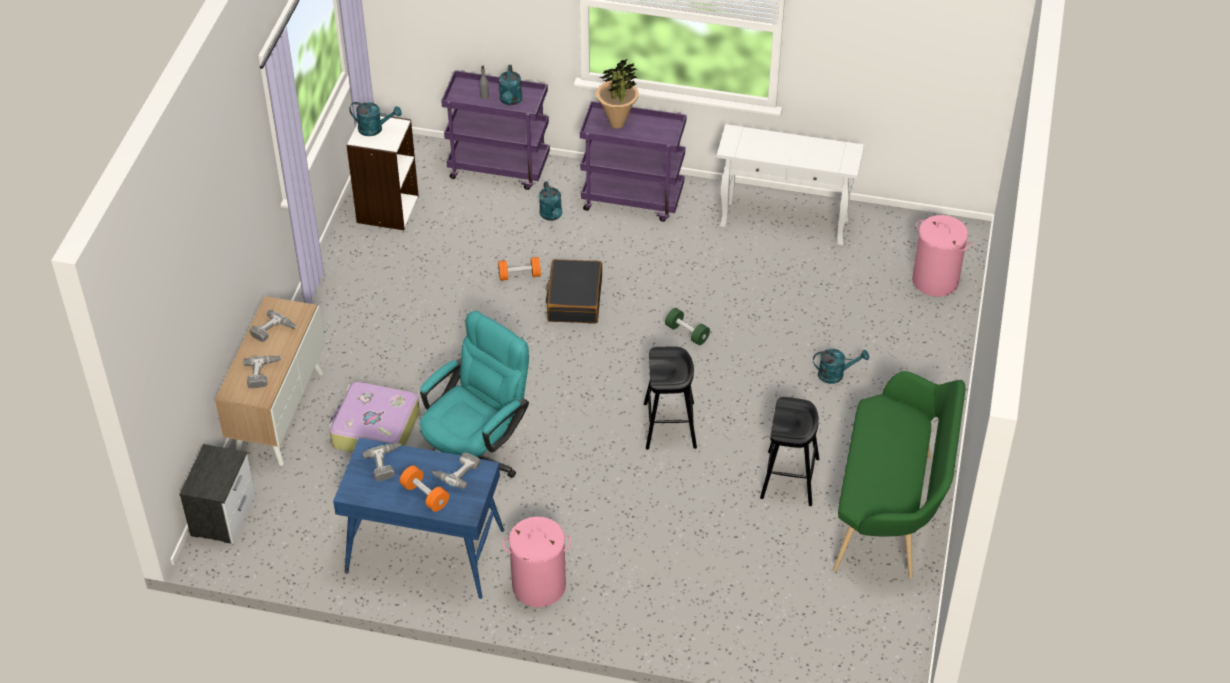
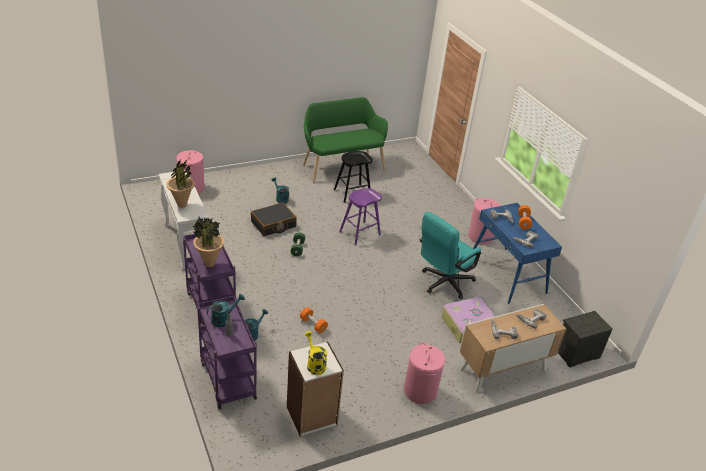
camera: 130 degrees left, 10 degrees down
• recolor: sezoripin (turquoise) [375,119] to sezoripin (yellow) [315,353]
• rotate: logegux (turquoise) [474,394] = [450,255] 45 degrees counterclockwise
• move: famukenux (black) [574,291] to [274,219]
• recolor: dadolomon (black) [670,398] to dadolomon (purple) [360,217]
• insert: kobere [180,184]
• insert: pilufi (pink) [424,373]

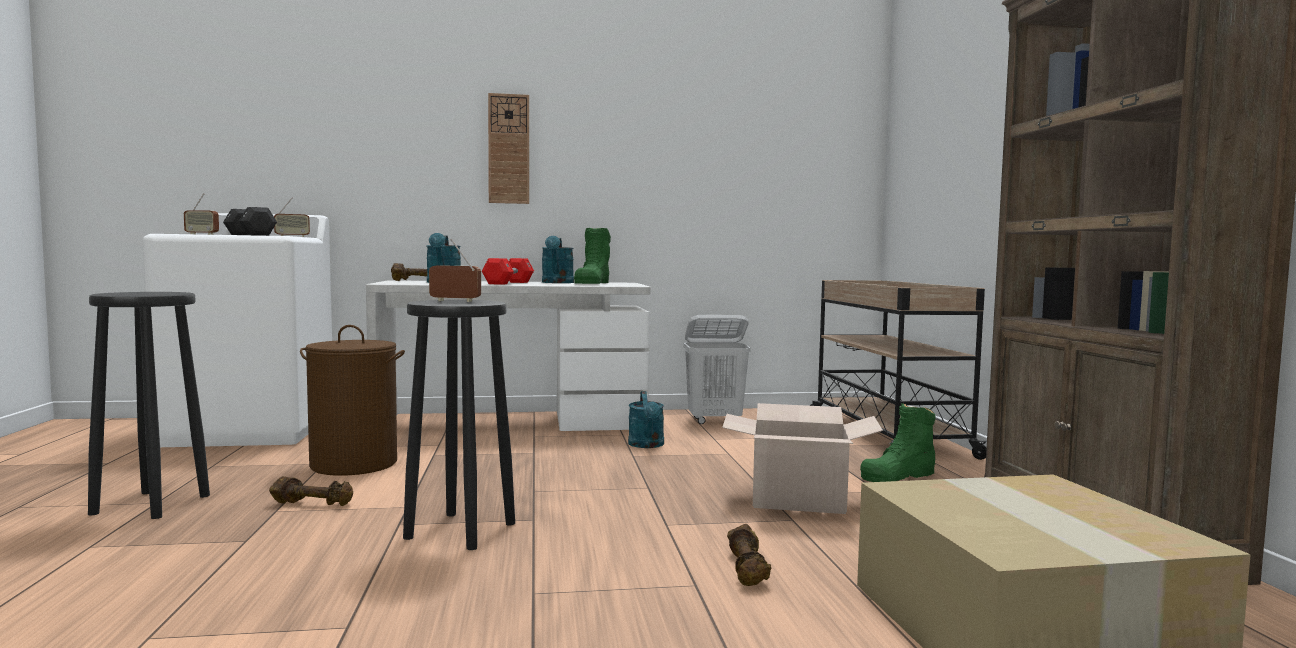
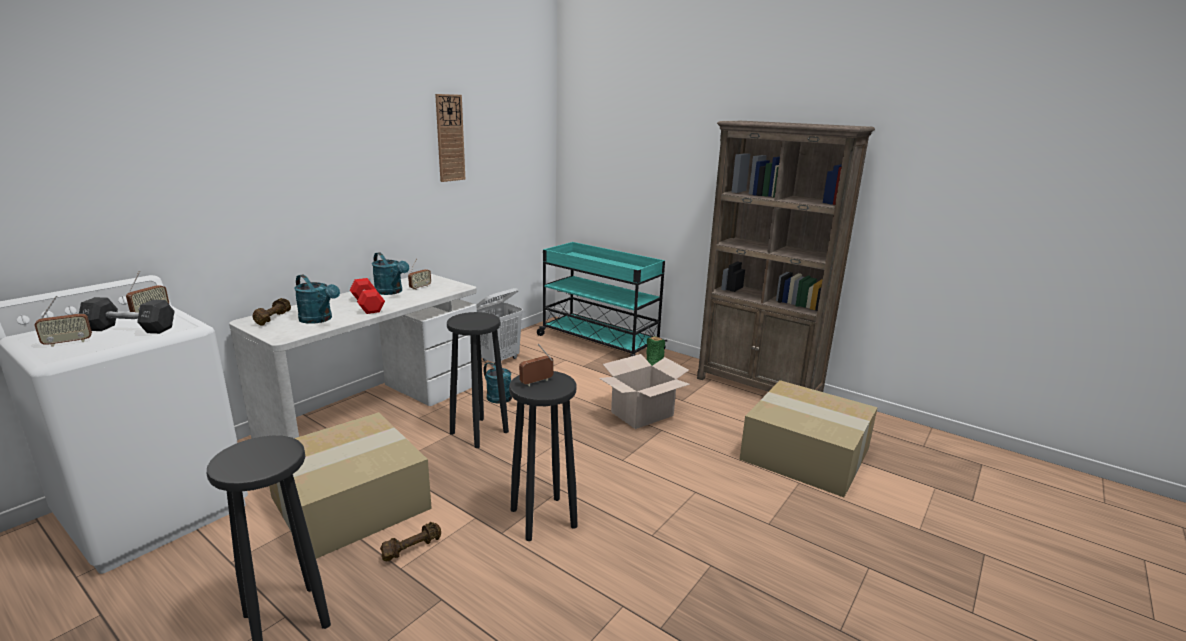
camera: 45 degrees left, 15 degrees up
• replace: pilufi (brown) [352,400] to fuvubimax [350,485]
• move: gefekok [508,148] to [450,138]
• replace: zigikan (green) [592,256] to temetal [419,274]
• delete: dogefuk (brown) [749,555]
• recolor: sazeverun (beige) [898,370] to sazeverun (turquoise) [602,299]
• insert: dadolomon (black) [478,380]

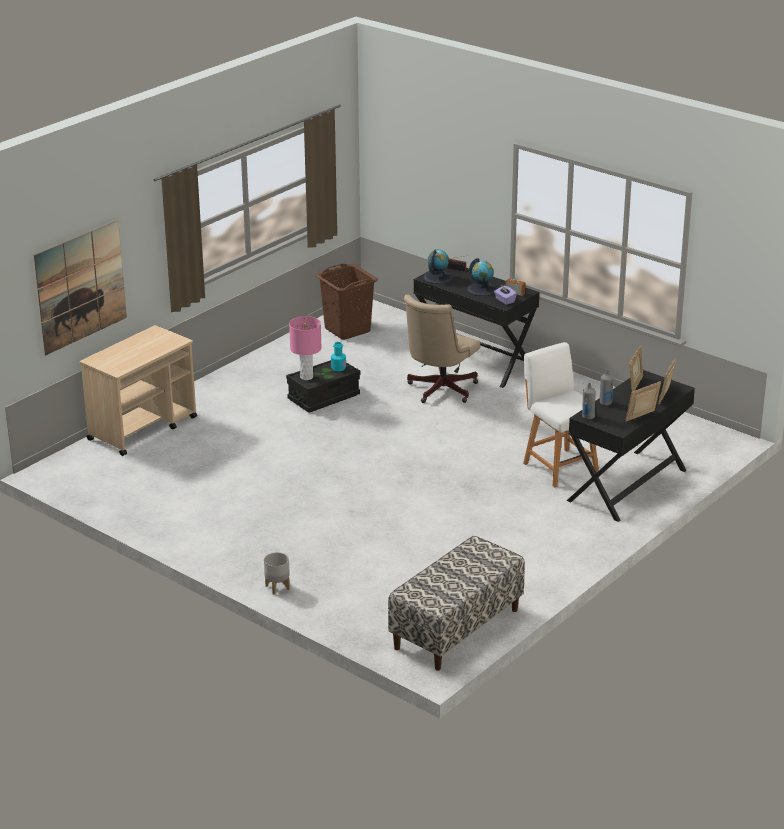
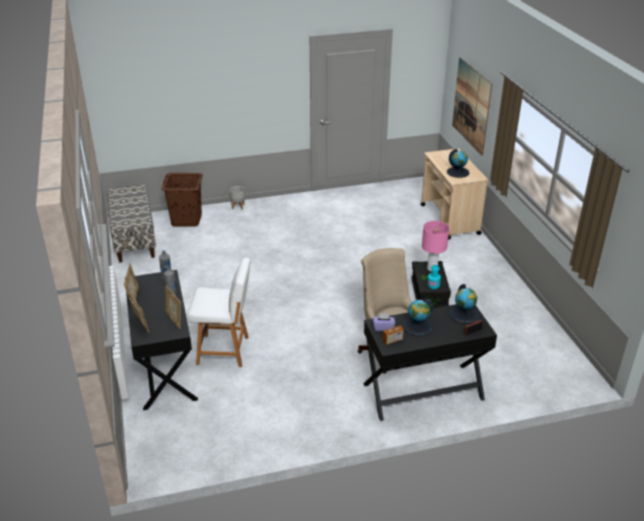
camera: 125 degrees right, 5 degrees up
• move: pilufi (brown) [346,302] to [182,199]
• insert: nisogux [458,163]

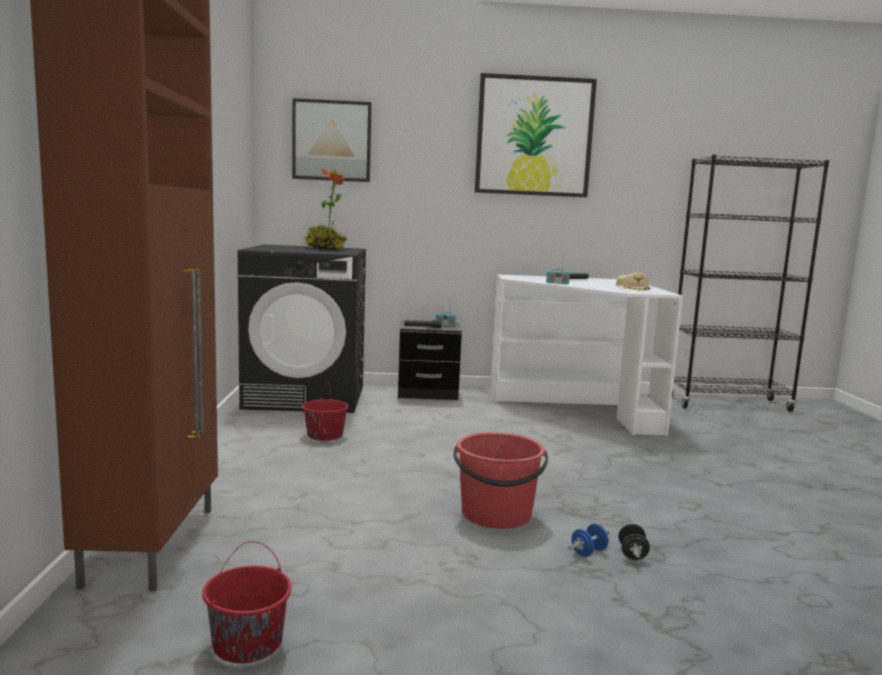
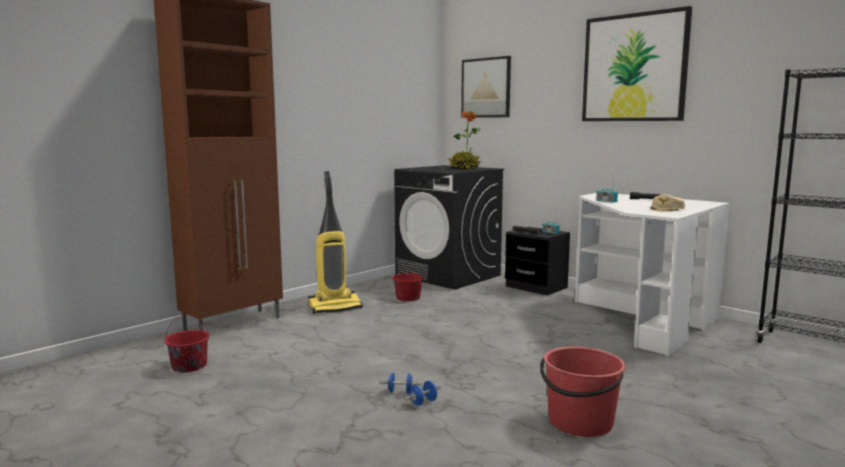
camera: 45 degrees right, 0 degrees up
• move: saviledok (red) [501,480] to [582,391]
• recolor: dogefuk (black) [634,542] to dogefuk (blue) [423,393]
• insert: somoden [336,242]

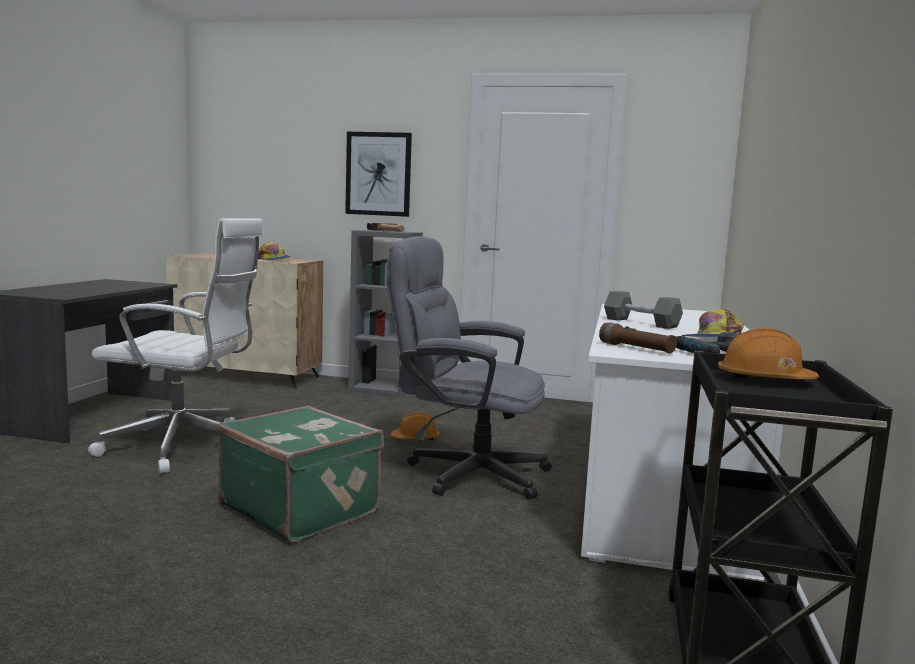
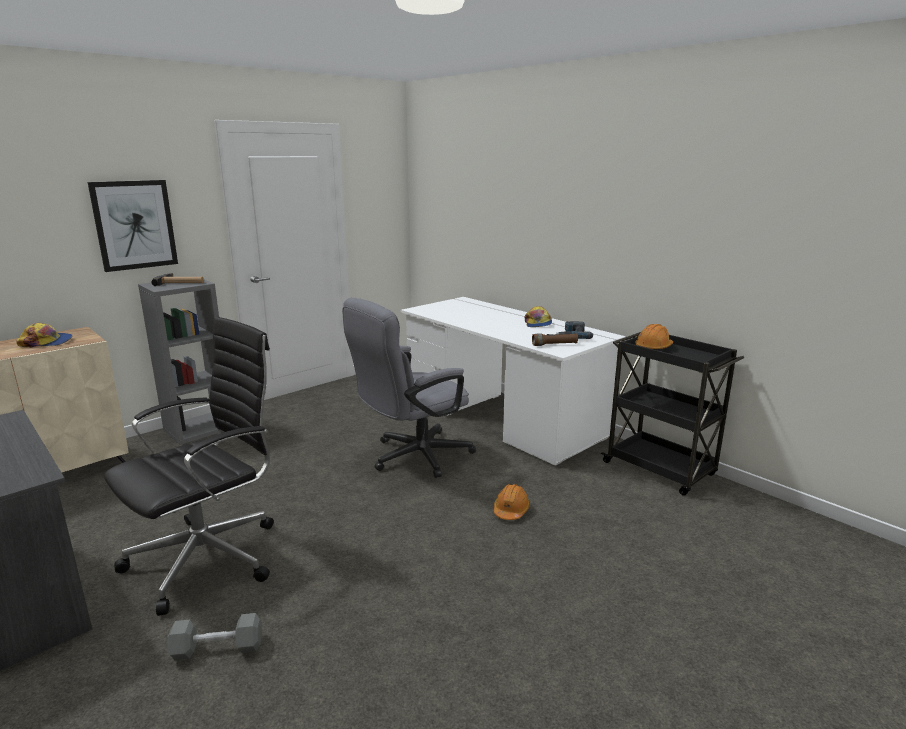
camera: 55 degrees left, 10 degrees up
• recolor: logegux (white) [176,346] to logegux (black) [189,466]
• delete: famukenux (green) [301,474]
• move: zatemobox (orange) [415,426] to [512,502]
• move: dogefuk (grey) [643,310] to [214,636]

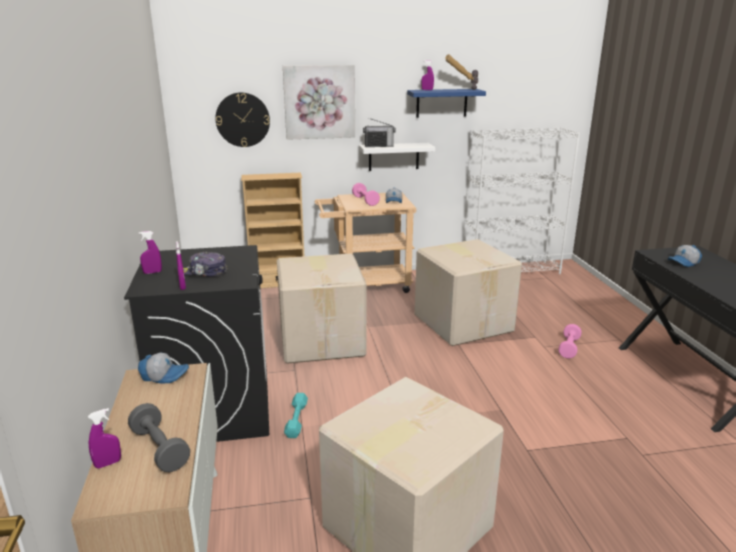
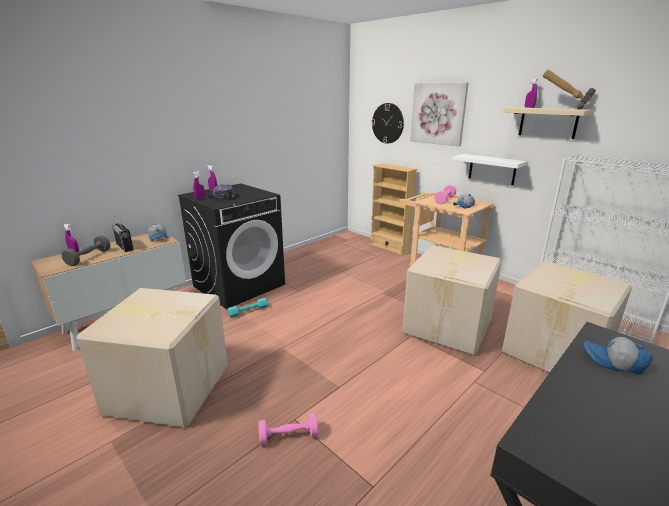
camera: 55 degrees right, 0 degrees up
• move: fuvubimax [322,308] to [567,317]
• move: temetal [379,132] to [123,234]
• recolor: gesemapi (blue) [446,103] to gesemapi (beige) [548,123]
• move: dogefuk (pink) [569,341] to [288,428]

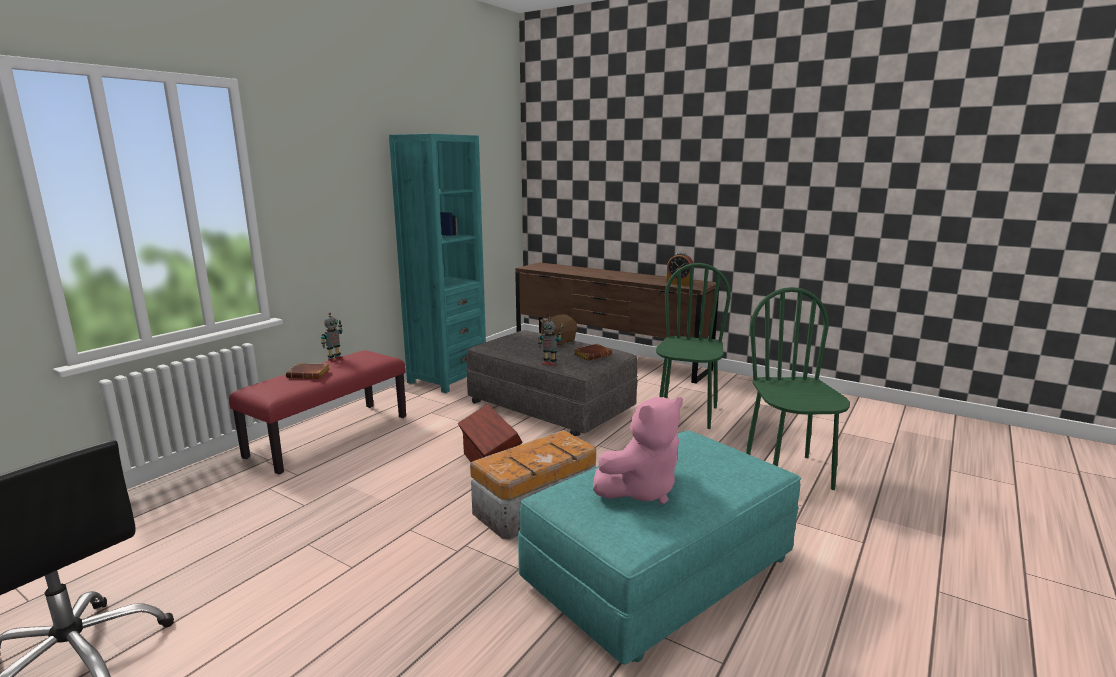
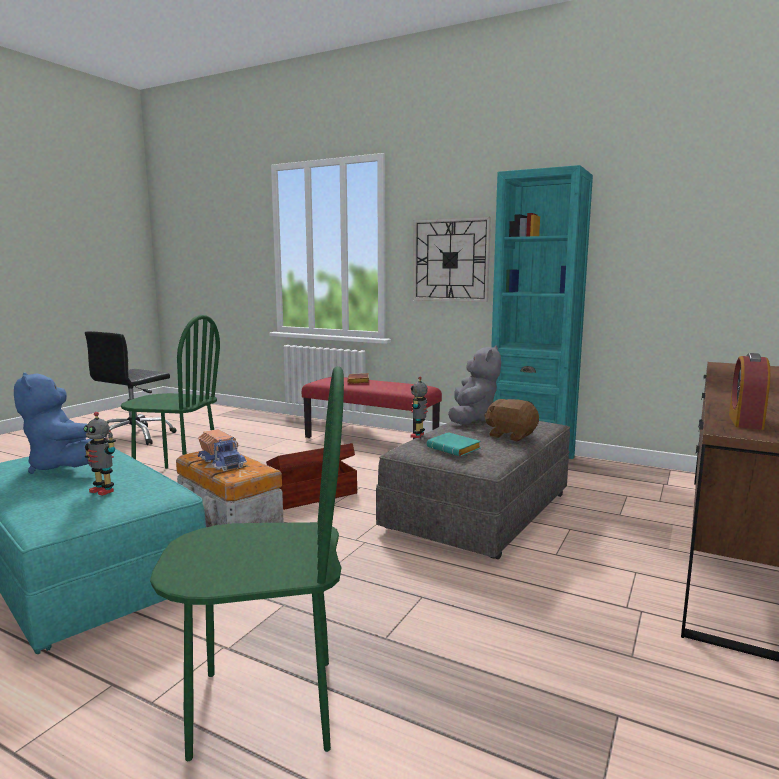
camera: 85 degrees right, 5 degrees down
• move: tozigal [332,337] to [100,454]
• recolor: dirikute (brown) [593,352] to dirikute (turquoise) [454,444]
• recolor: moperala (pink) [638,451] to moperala (blue) [53,423]
• move: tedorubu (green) [693,346] to [170,392]
• insert: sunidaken [222,450]
• insert: gefekok [452,259]
• insert: moperala (grey) [474,385]

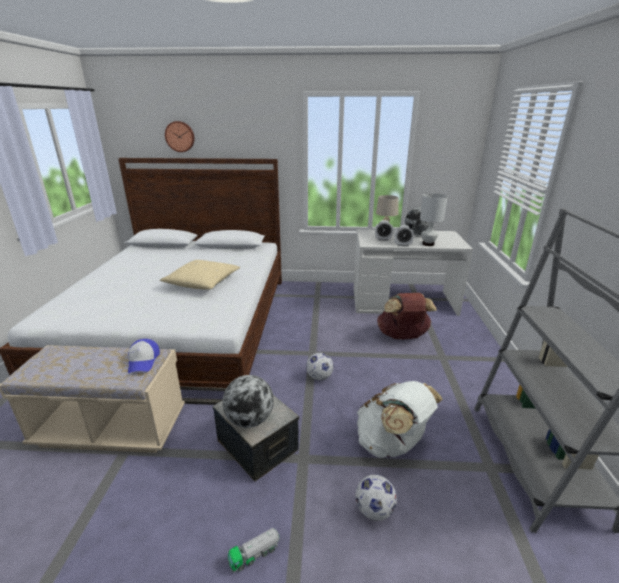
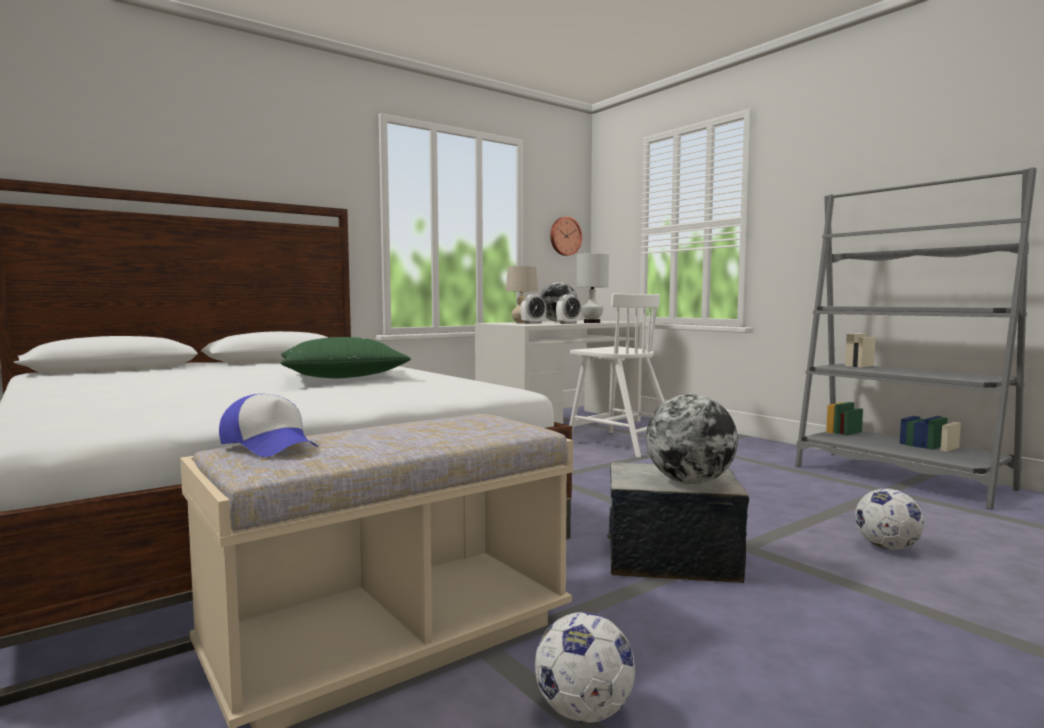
camera: 40 degrees left, 20 degrees down
• move: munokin [144,356] to [268,425]
• recolor: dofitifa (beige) [200,275] to dofitifa (green) [345,357]
• move: gefekok [180,136] to [566,236]
• delete: sunidaken [253,550]
• move: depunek [320,366] to [585,667]
• delete: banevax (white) [400,419]
• replace: banevax (brown) [407,316] to tedorubu (white) [617,376]

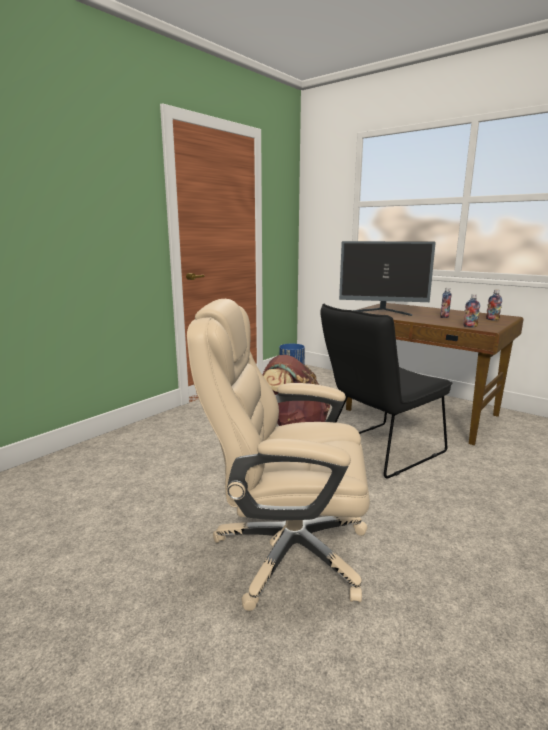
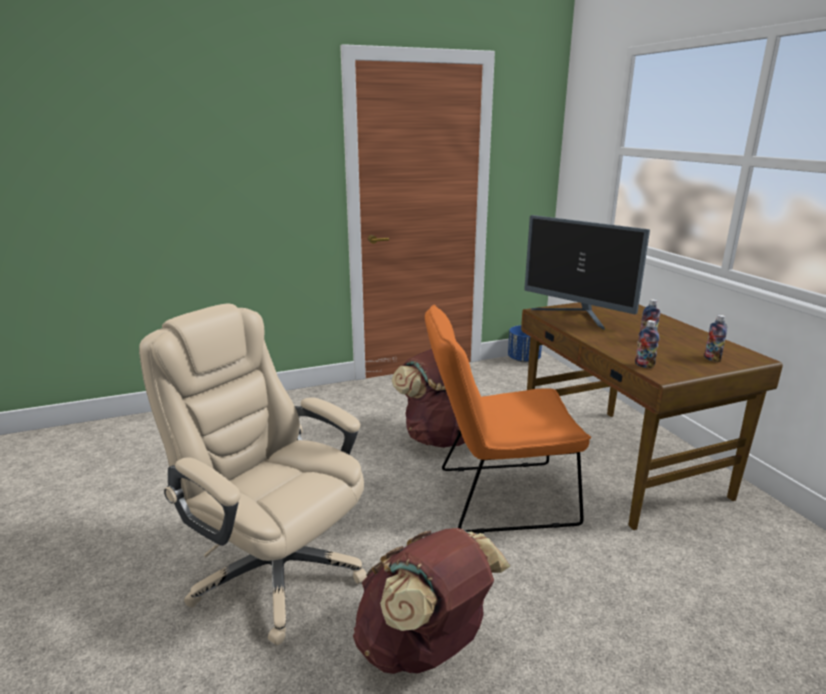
camera: 30 degrees right, 5 degrees up
• recolor: tedorubu (black) [386,391] to tedorubu (orange) [508,419]
• insert: banevax (brown) [431,601]

